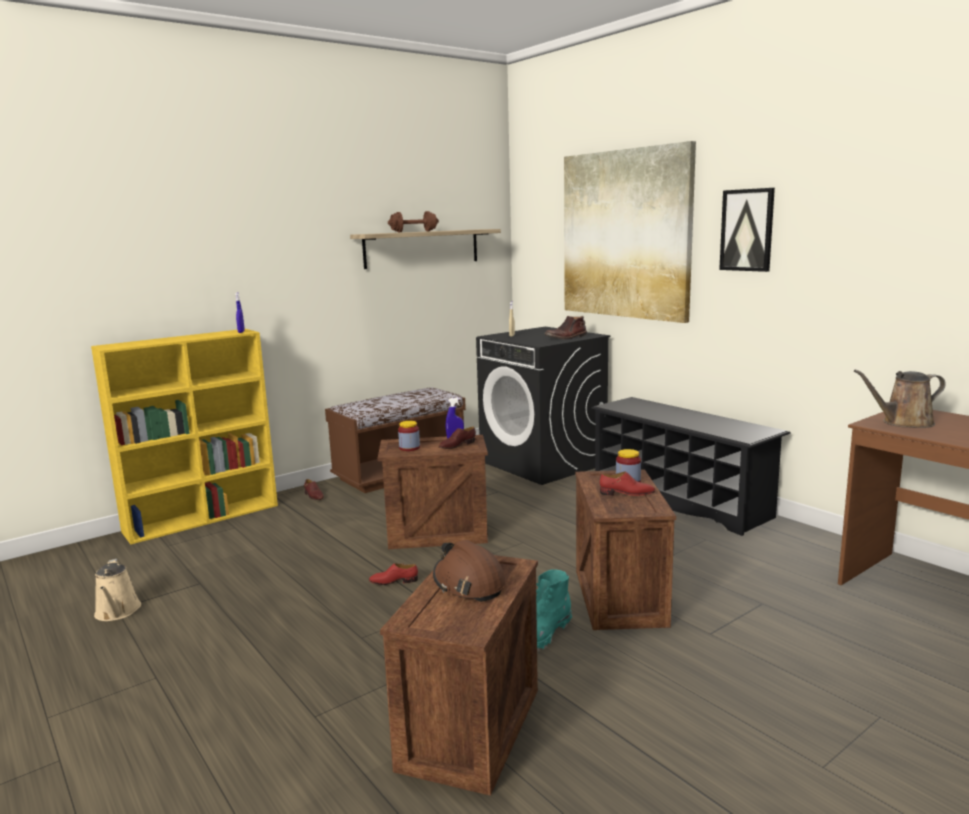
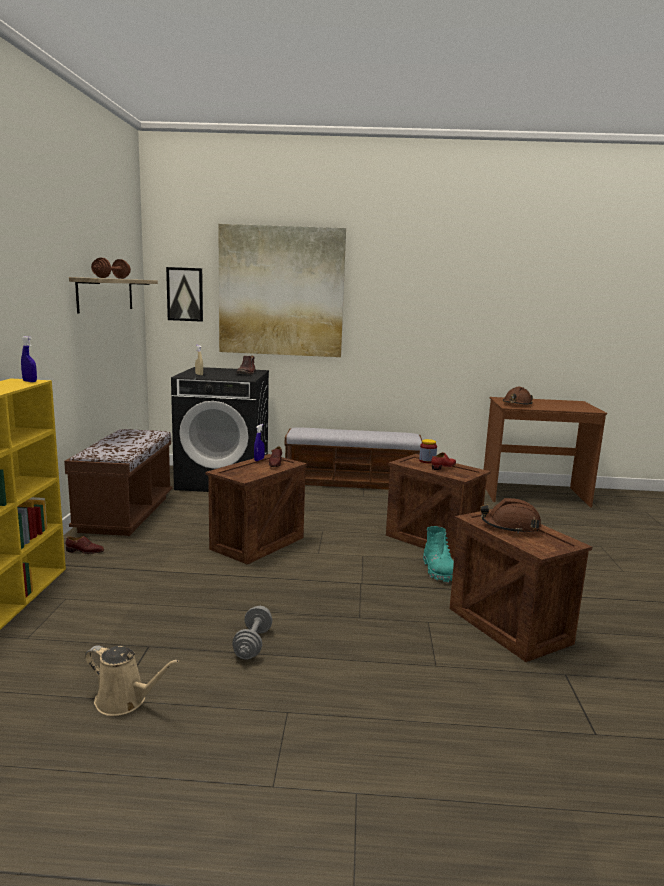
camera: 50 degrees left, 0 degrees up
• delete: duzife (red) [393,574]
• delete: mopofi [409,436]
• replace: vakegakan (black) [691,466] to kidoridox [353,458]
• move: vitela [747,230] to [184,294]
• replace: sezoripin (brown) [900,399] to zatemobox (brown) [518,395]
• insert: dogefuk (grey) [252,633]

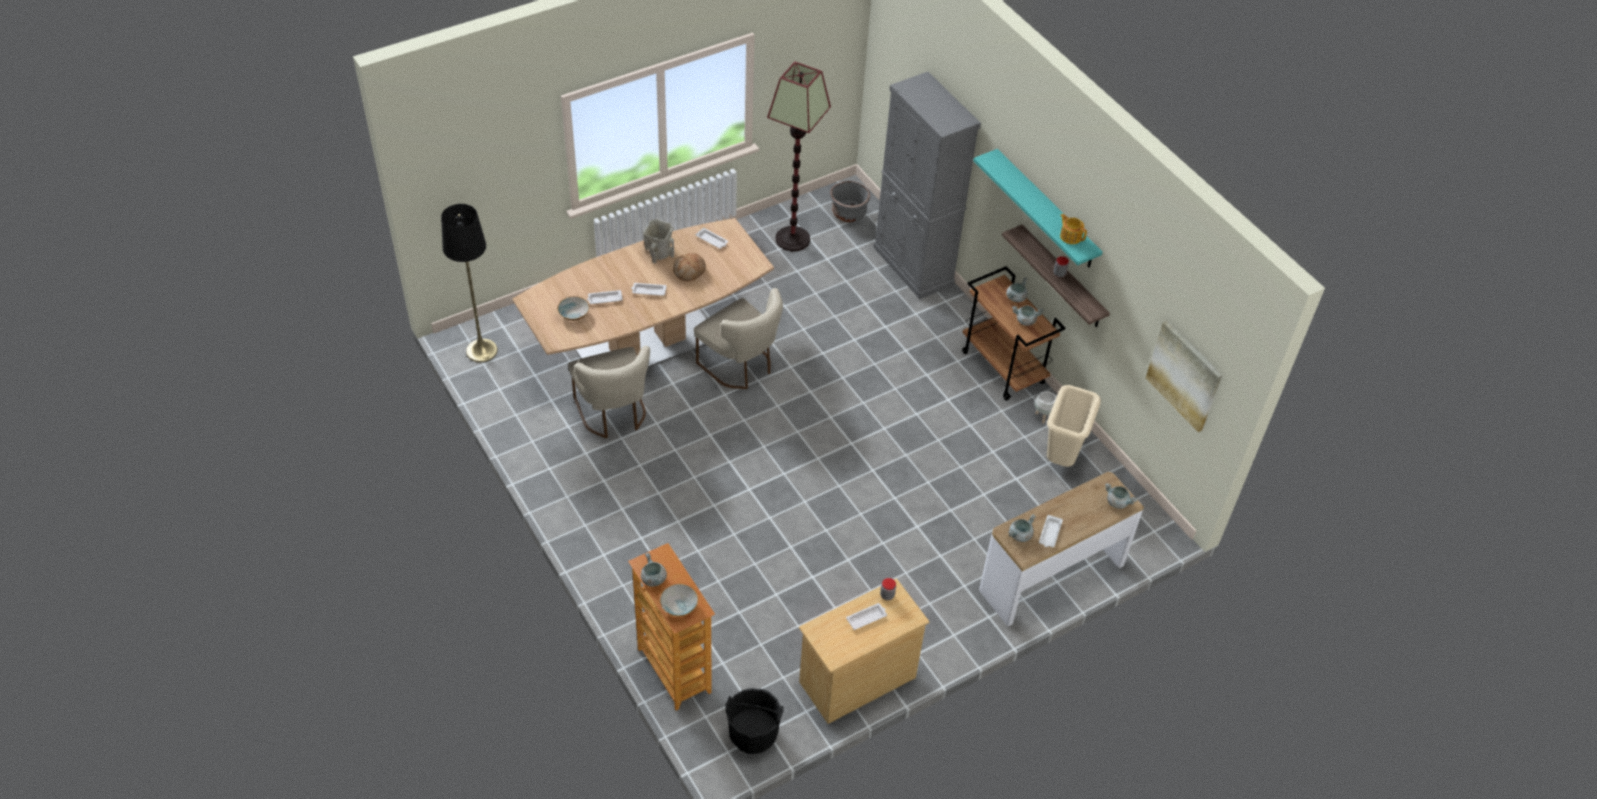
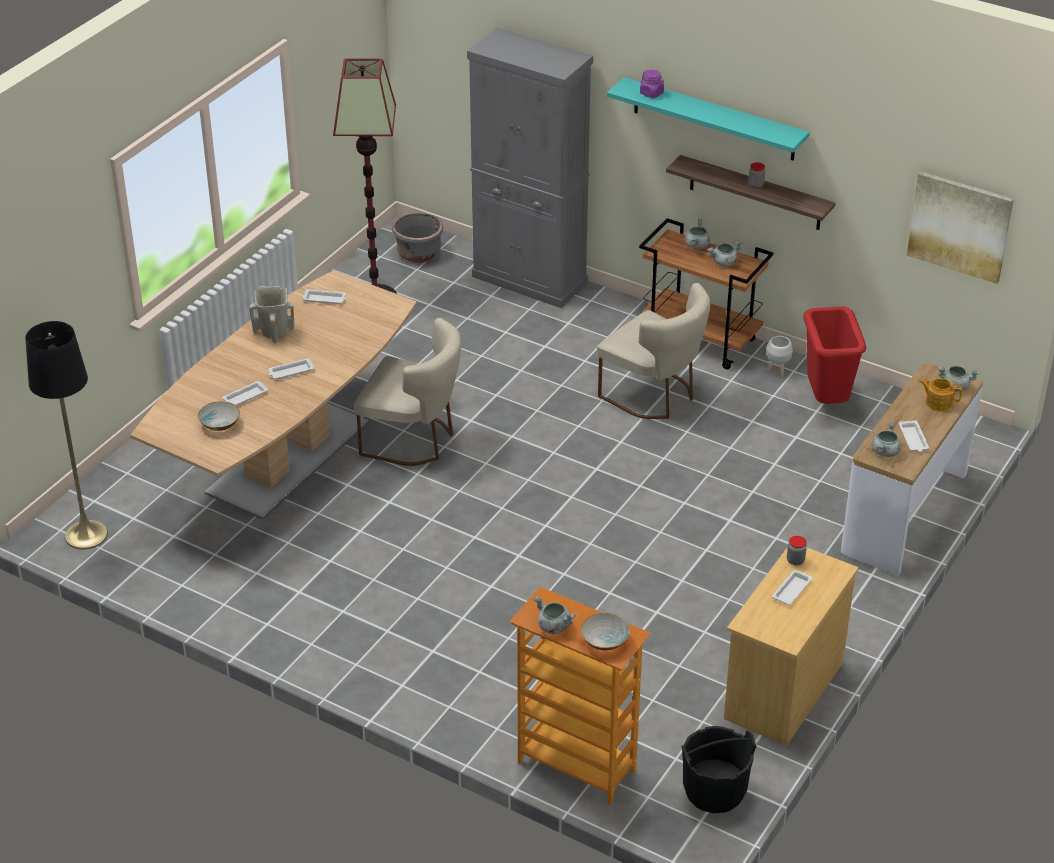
camera: 25 degrees left, 10 degrees down
• move: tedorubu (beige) [609,392] to [654,351]
• delete: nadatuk [689,267]
• recolor: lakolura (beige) [1074,426] to lakolura (red) [834,355]
• move: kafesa [1073,229] to [941,394]
• insert: mopofi (purple) [652,84]

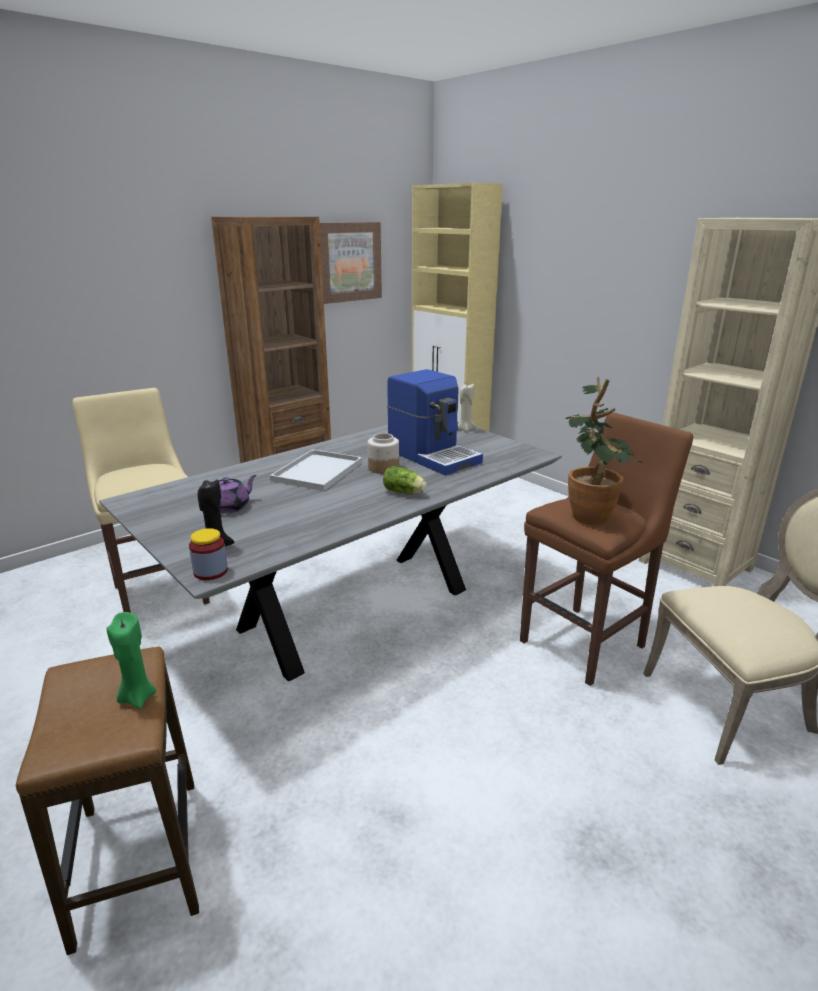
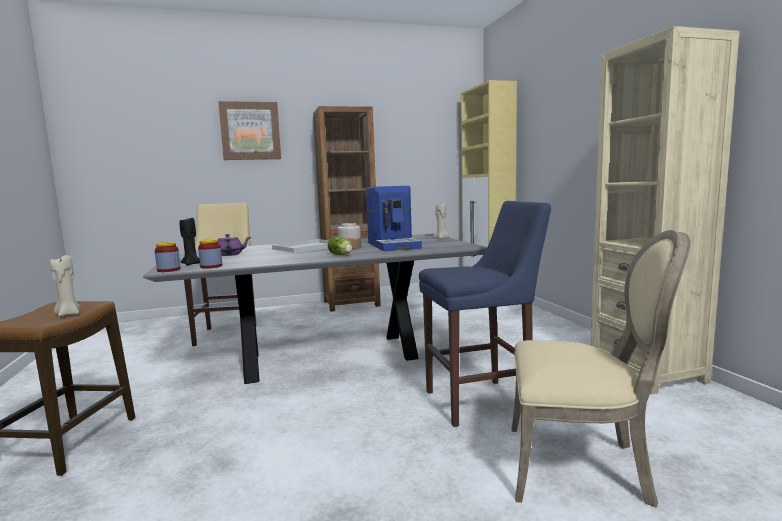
camera: 25 degrees right, 15 degrees down
• recolor: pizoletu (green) [132,660] to pizoletu (beige) [65,285]
• move: vitela [351,263] to [249,130]
• recolor: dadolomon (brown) [606,549] to dadolomon (blue) [485,314]
• delete: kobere [605,451]
• insert: mopofi [210,254]

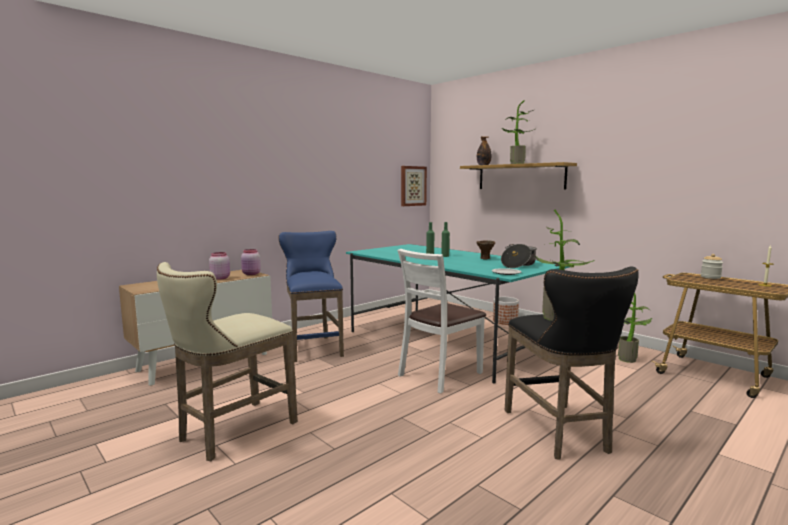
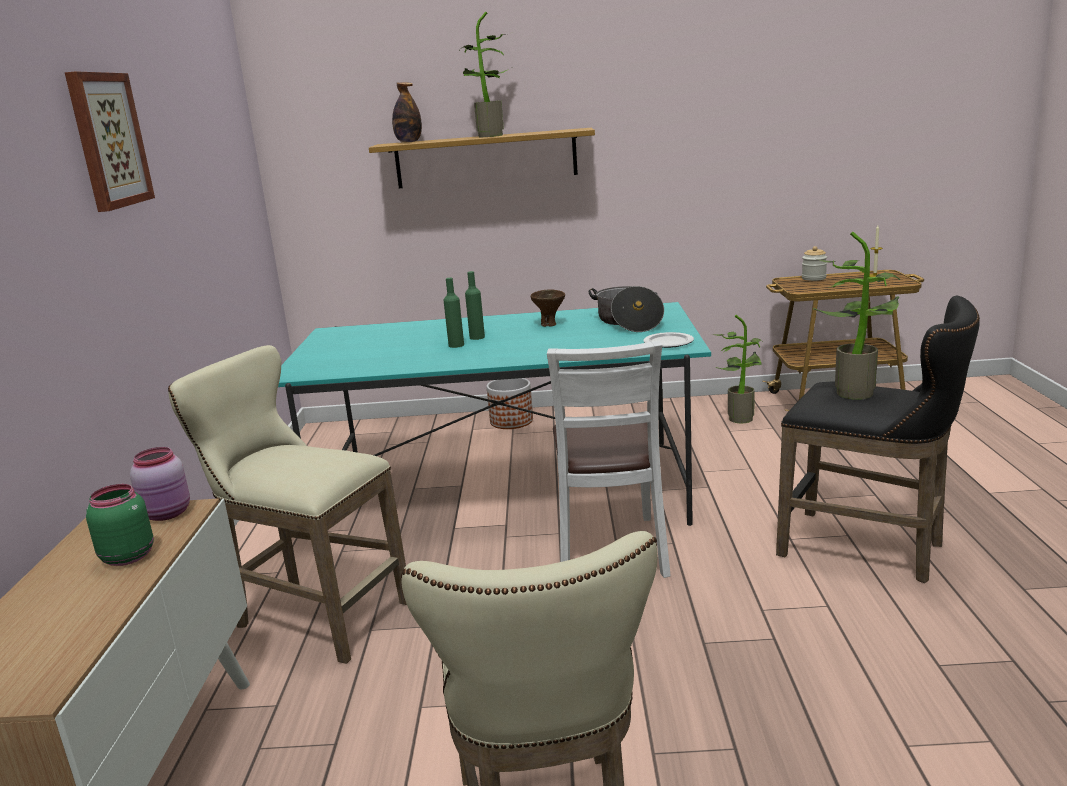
camera: 45 degrees left, 10 degrees up
• recolor: mopofi (pink) [219,266] to mopofi (green) [120,525]
• recolor: dadolomon (blue) [311,296] to dadolomon (beige) [287,504]
• move: vitela [414,186] to [110,141]

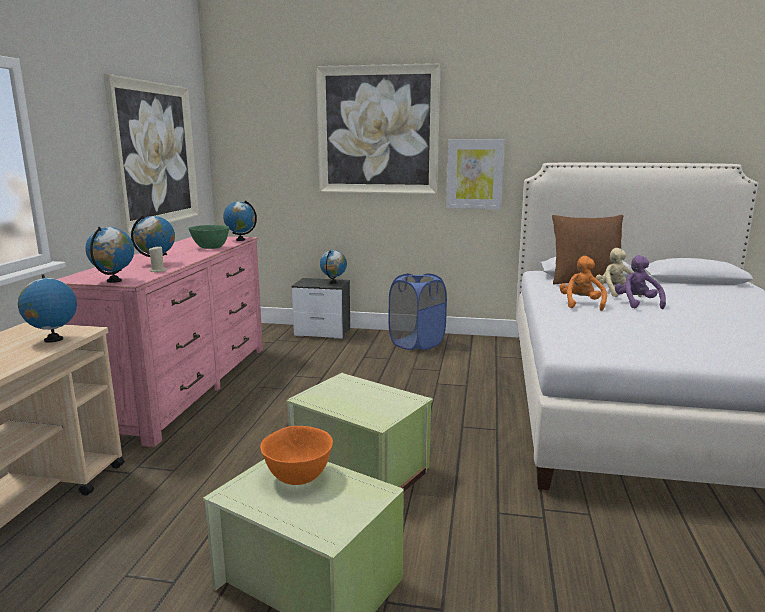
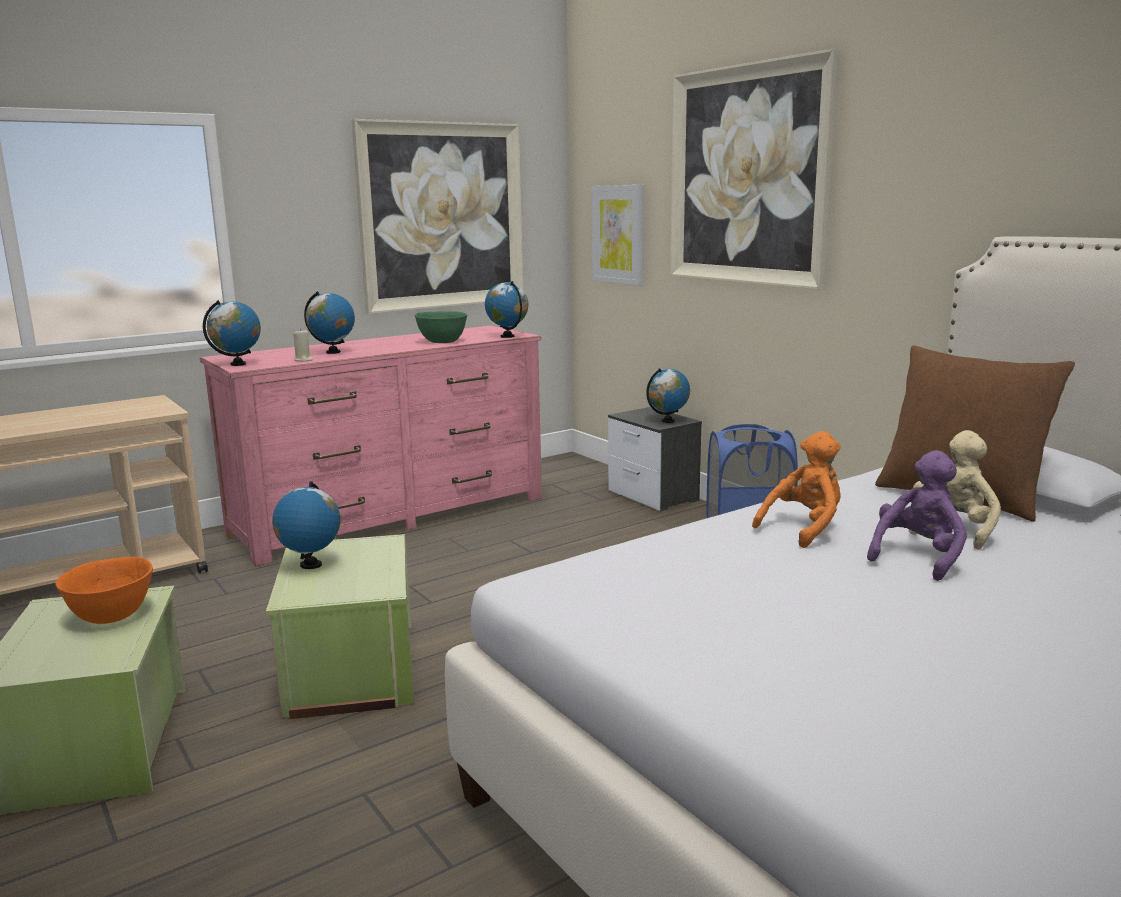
camera: 45 degrees right, 0 degrees up
• move: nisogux [47,308] to [306,525]
• move: vitela [475,174] to [618,235]

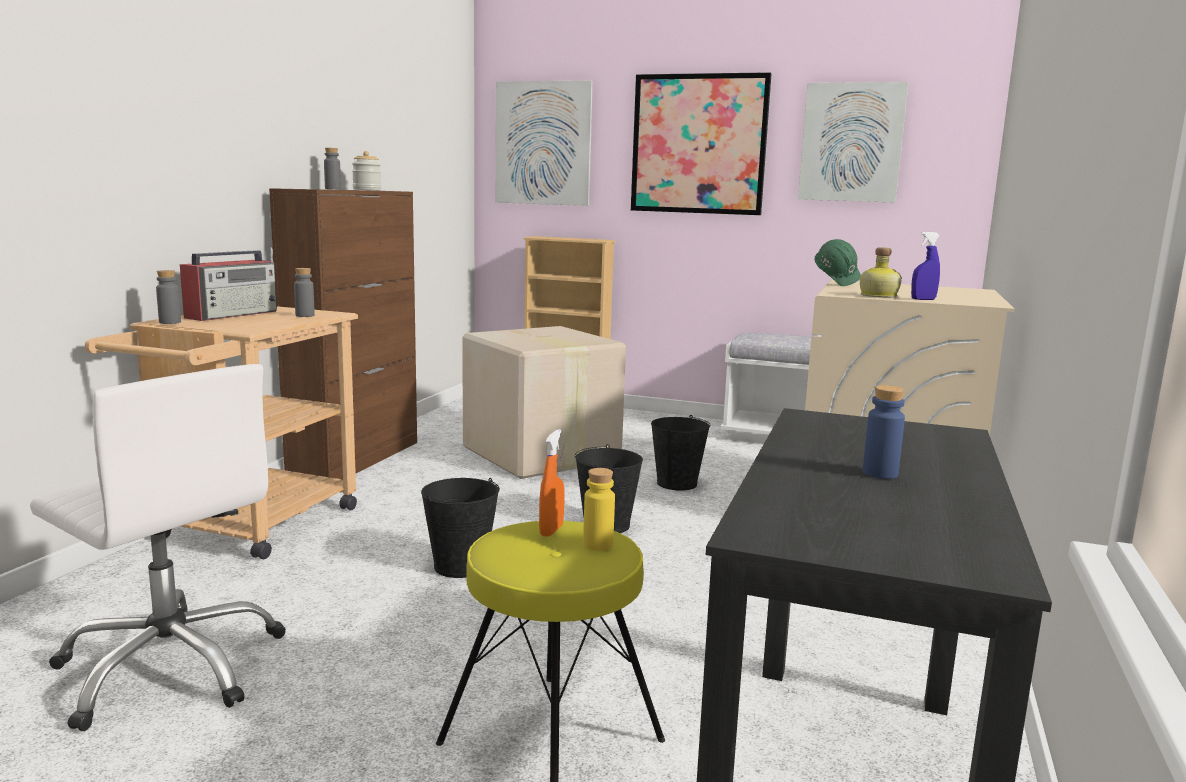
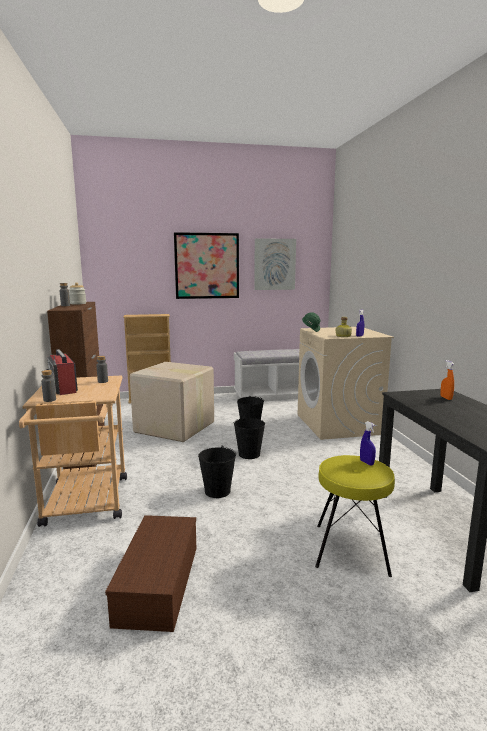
camera: 30 degrees left, 0 degrees up
• replace: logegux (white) [158,547] to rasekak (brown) [150,573]
• rotate: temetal [228,284] = [62,372] 150 degrees clockwise
• delete: vitela [544,143]
• move: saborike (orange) [552,483] to [447,380]
• replace: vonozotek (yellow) [599,509] to saborike (blue) [368,443]
• delete: vonozotek (blue) [884,432]

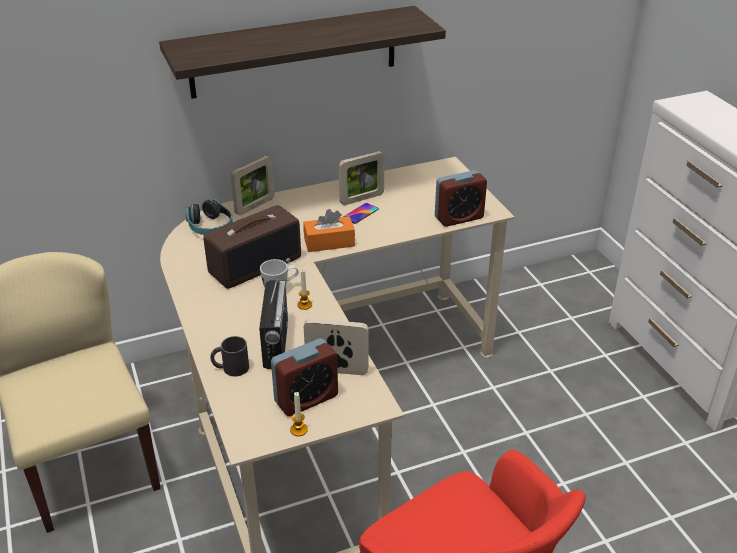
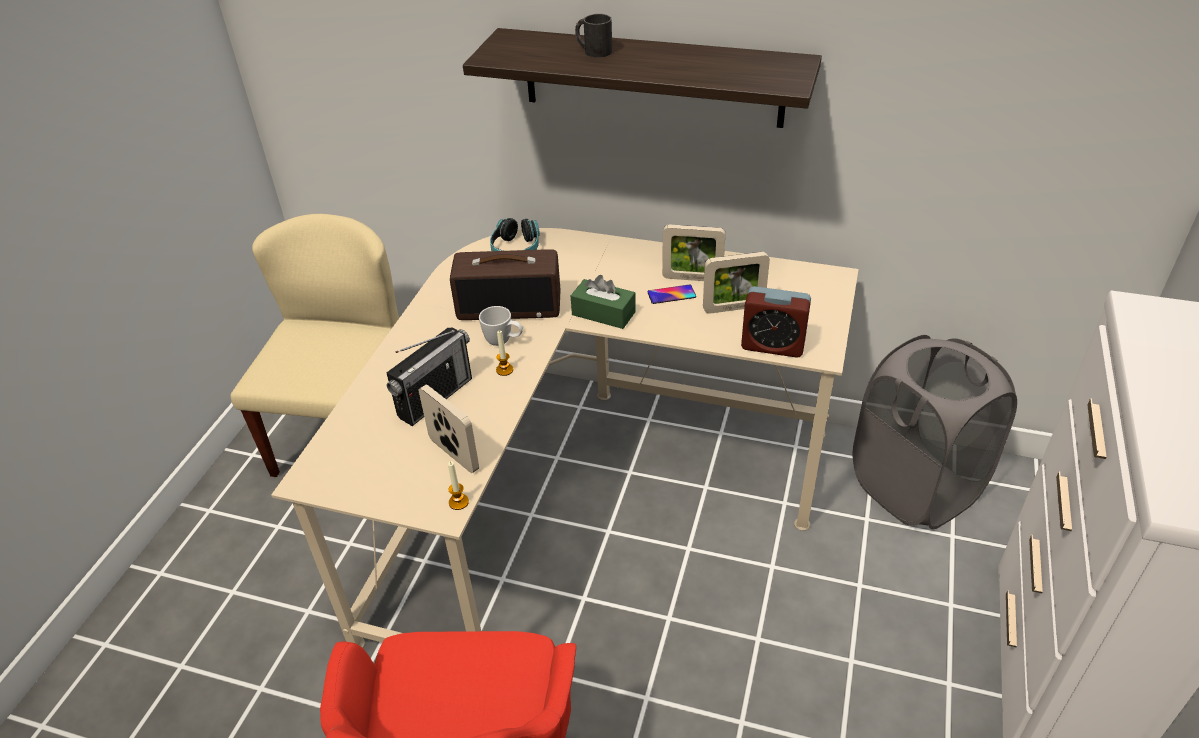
camera: 40 degrees right, 5 degrees up
• move: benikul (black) [229,356] to [593,36]
• move: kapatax [252,186] to [736,283]
• delete: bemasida [304,377]
• move: pizoletu [299,414] to [458,485]
• recolor: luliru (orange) [329,230] to luliru (green) [603,302]
• insert: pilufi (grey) [934,432]

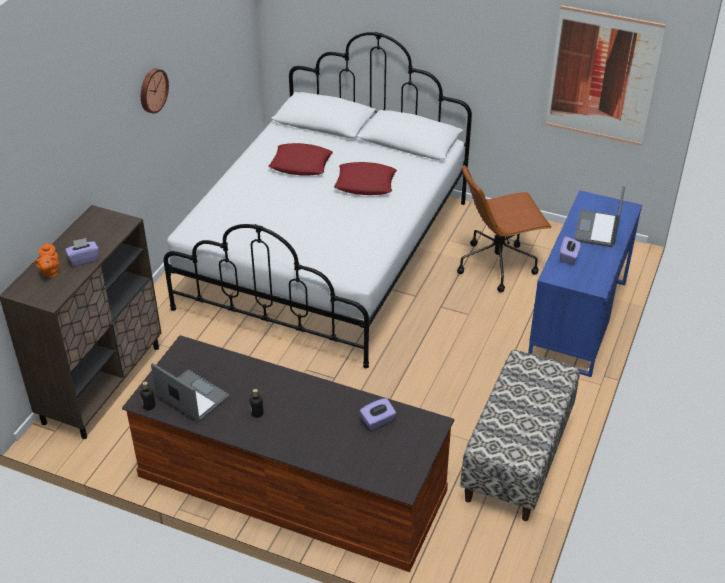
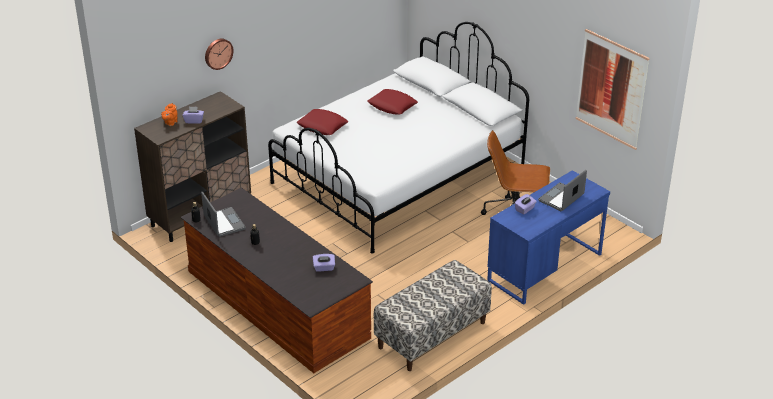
camera: 25 degrees right, 5 degrees down
• move: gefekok [155,91] to [219,54]
• move: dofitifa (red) [365,178] to [323,122]

